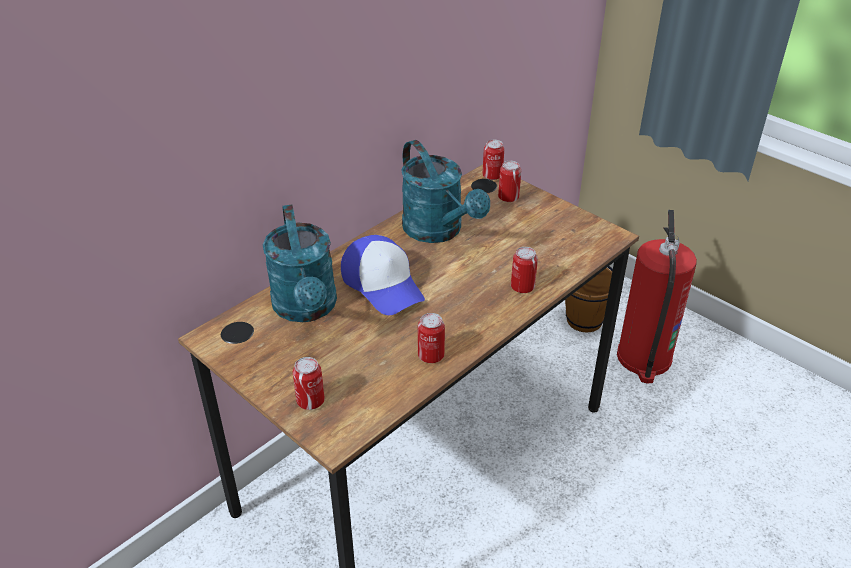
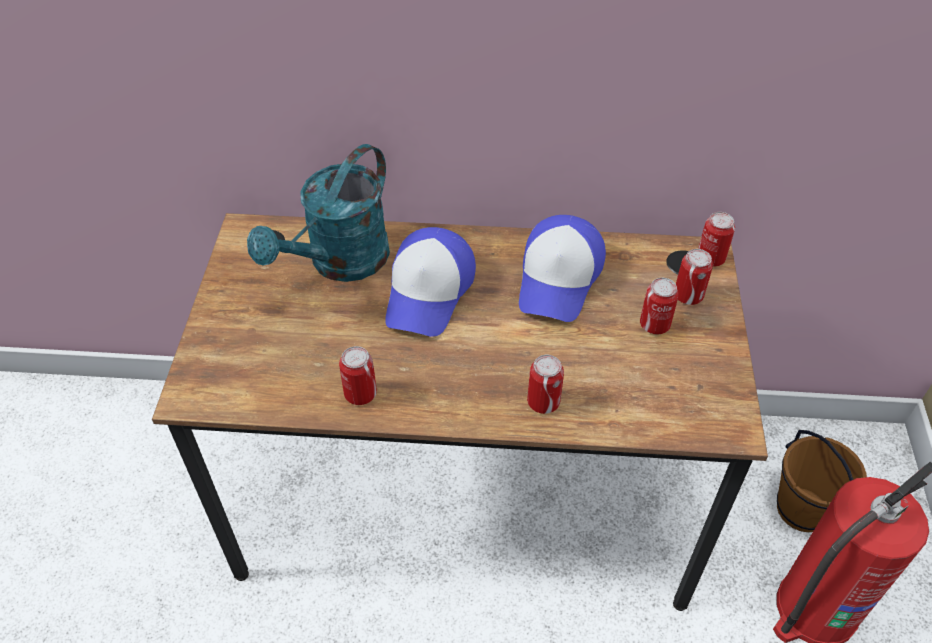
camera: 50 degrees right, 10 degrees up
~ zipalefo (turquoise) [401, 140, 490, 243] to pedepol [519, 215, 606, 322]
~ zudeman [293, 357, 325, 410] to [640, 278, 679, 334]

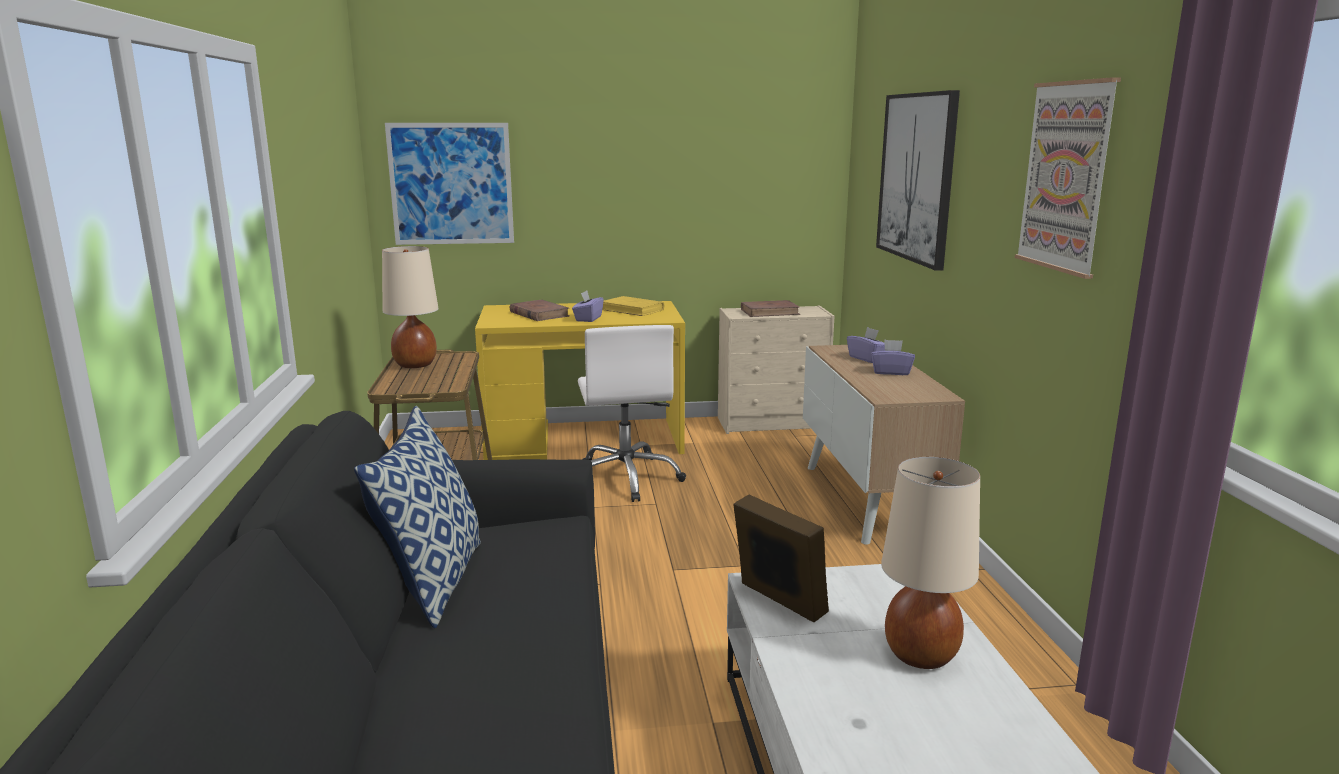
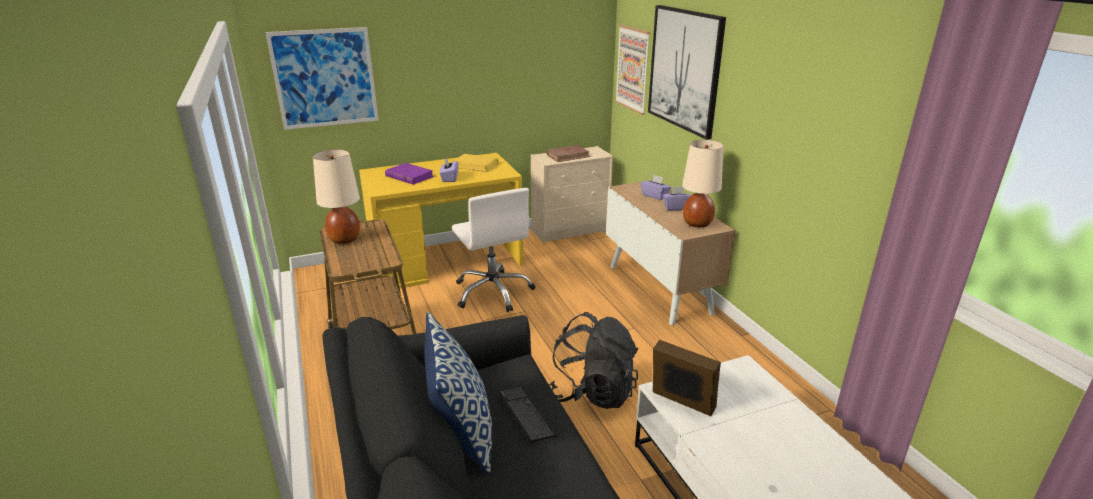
camera: 15 degrees left, 10 degrees up
~ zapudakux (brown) [510, 300, 570, 321] to zapudakux (purple) [385, 163, 434, 185]
+ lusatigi [499, 387, 558, 443]
+ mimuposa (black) [549, 312, 638, 409]
~ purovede [1015, 77, 1121, 279] to [615, 25, 651, 115]
~ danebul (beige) [881, 457, 980, 669] to [682, 140, 724, 228]

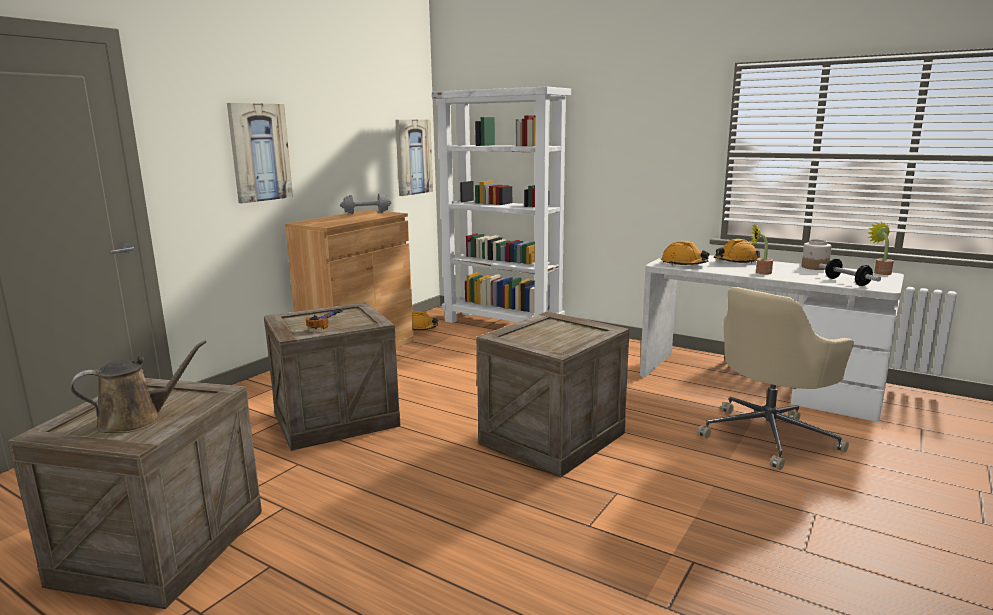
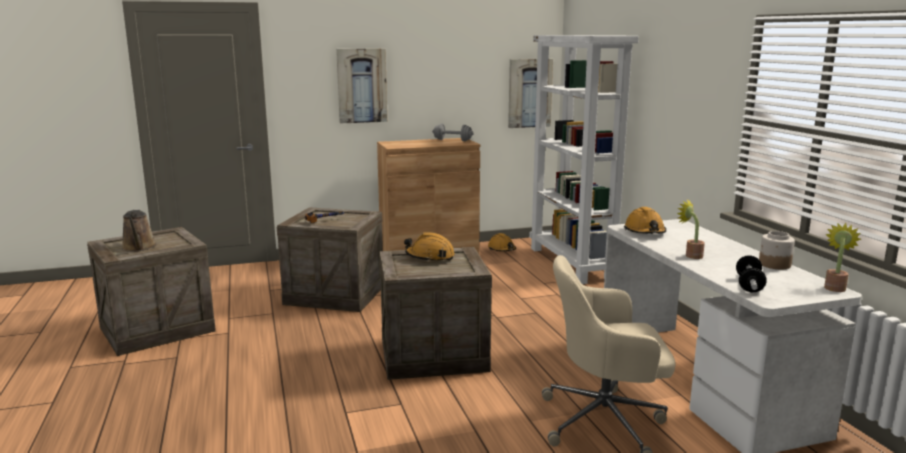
camera: 40 degrees right, 0 degrees up
~ zipalefo (brown) [71, 340, 207, 433] = [122, 209, 157, 252] 60 degrees clockwise
~ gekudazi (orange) [714, 239, 760, 264] to [404, 232, 455, 262]

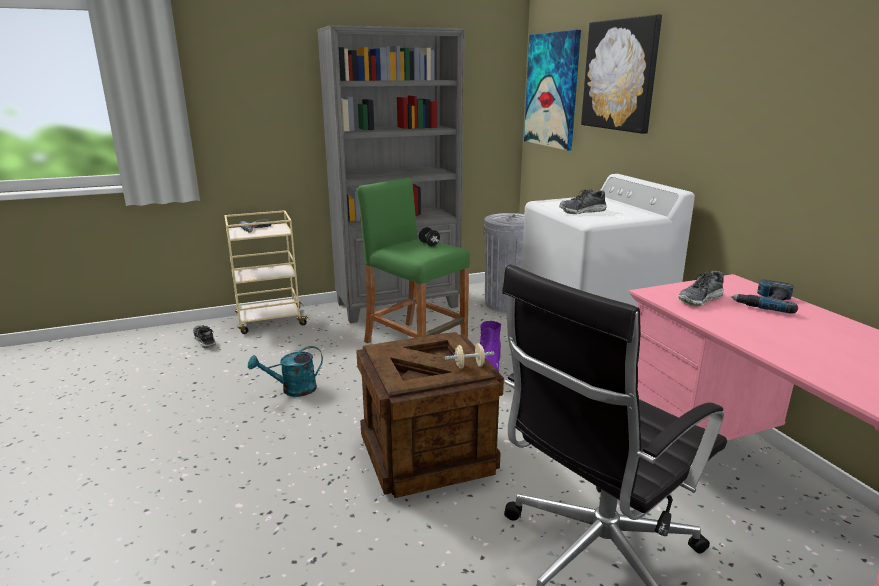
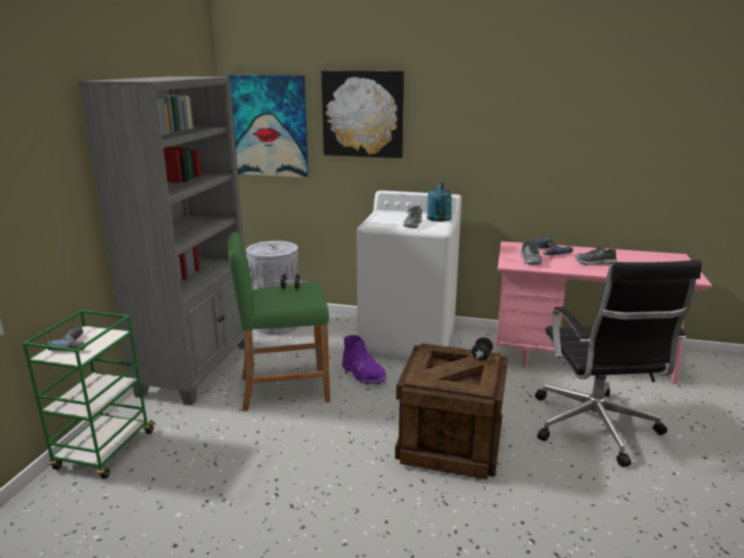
camera: 55 degrees left, 0 degrees up
~ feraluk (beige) [224, 210, 309, 334] to feraluk (green) [23, 310, 156, 479]
~ zipalefo (turquoise) [248, 346, 323, 397] to [427, 182, 452, 222]
~ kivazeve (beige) [444, 343, 495, 369] to kivazeve (black) [472, 337, 493, 361]
~ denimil [193, 325, 216, 349] to [575, 247, 617, 265]

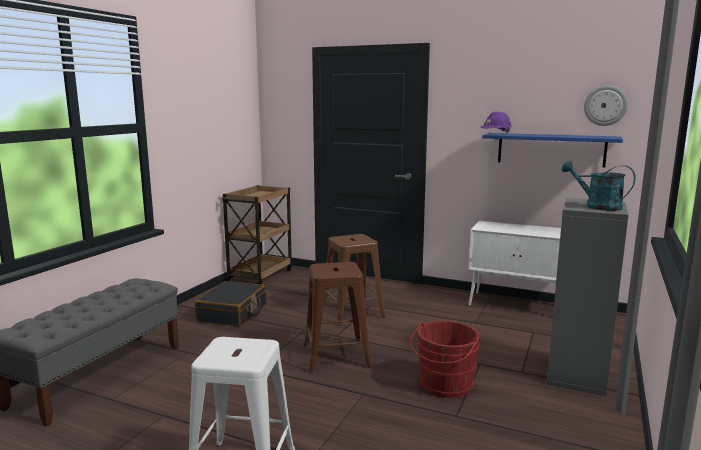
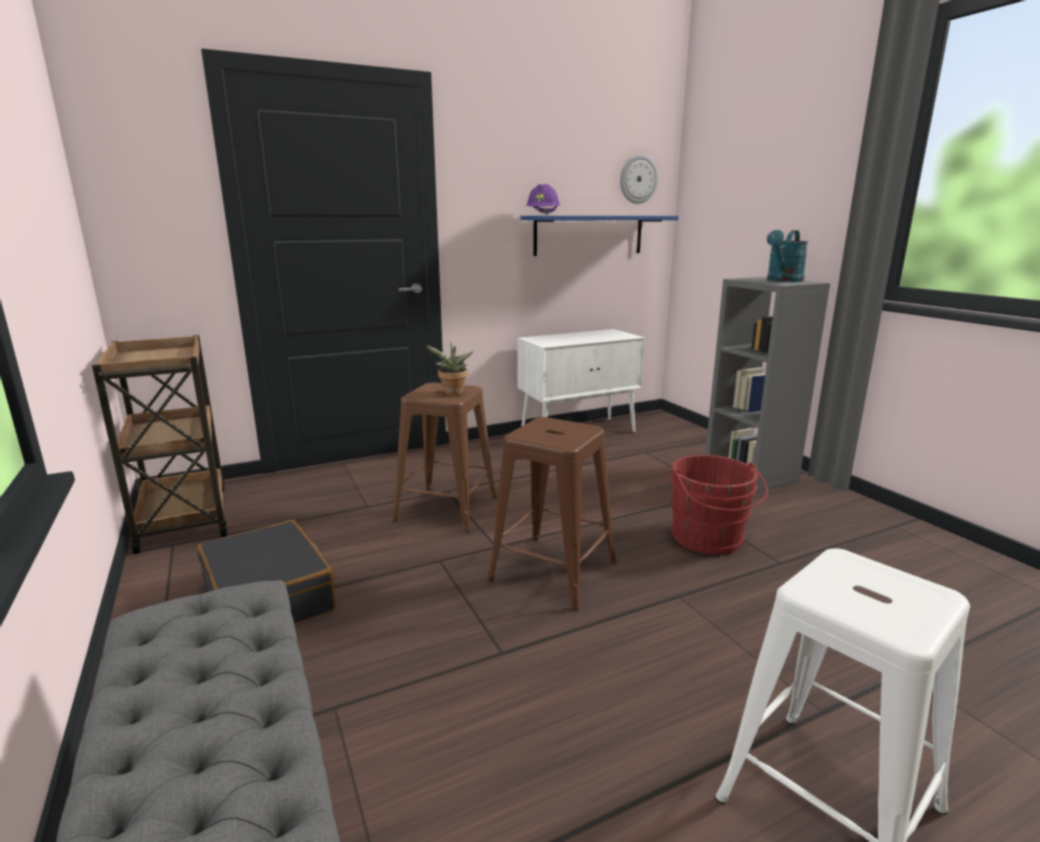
camera: 50 degrees left, 5 degrees up
+ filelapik [426, 343, 474, 395]
~ zipalefo (turquoise) [561, 160, 636, 211] = [767, 230, 808, 282] 45 degrees counterclockwise

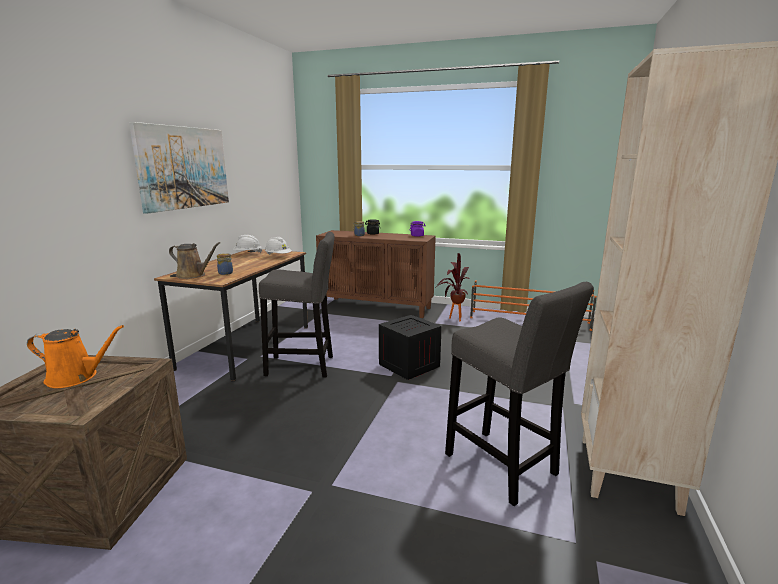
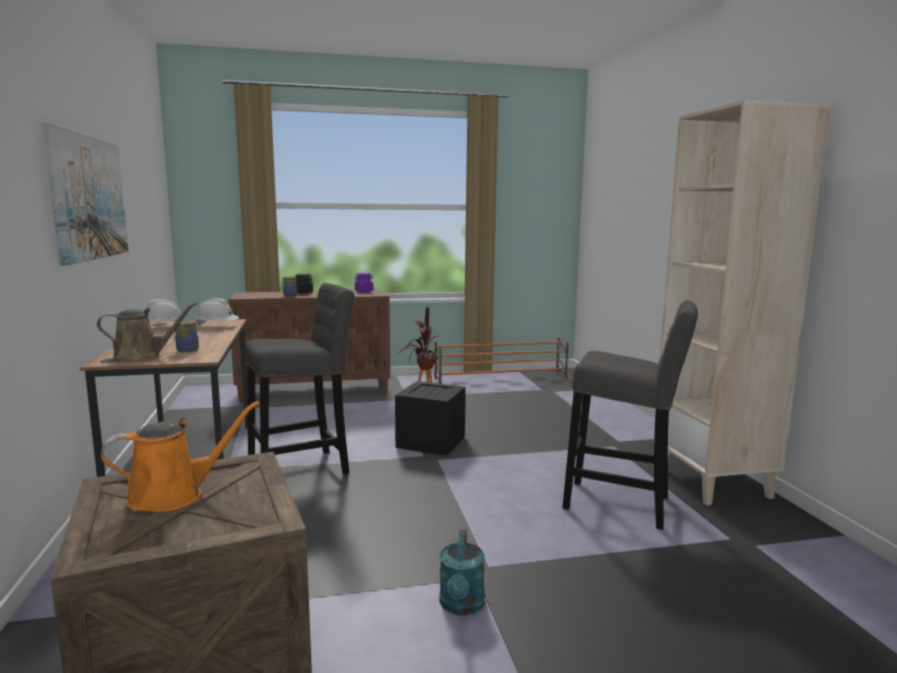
camera: 30 degrees left, 5 degrees down
+ zipalefo (turquoise) [439, 529, 485, 615]

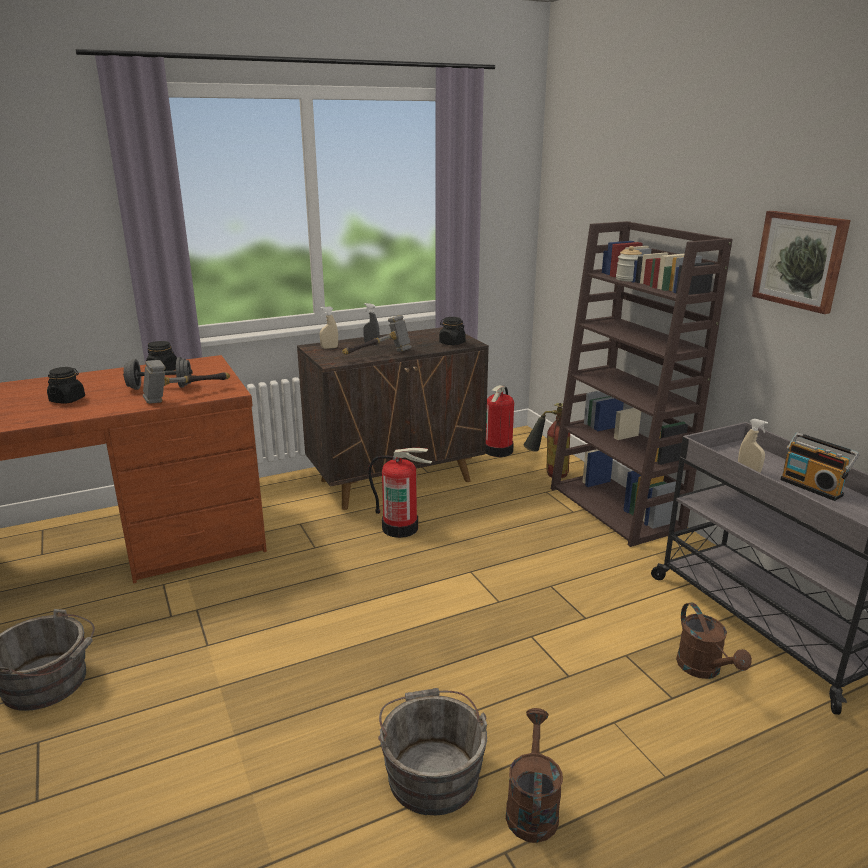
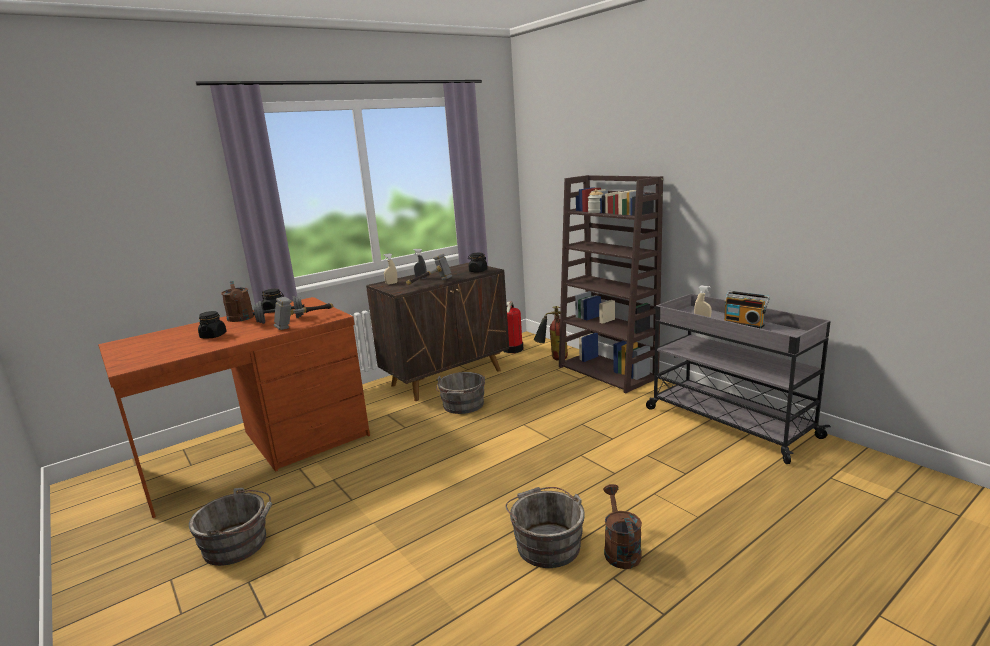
camera: 10 degrees left, 5 degrees down
~ zipalefo (brown) [676, 603, 752, 679] to [221, 281, 254, 322]
~ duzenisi [368, 448, 432, 538] to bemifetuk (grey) [436, 372, 485, 414]
- purovede [752, 211, 851, 314]

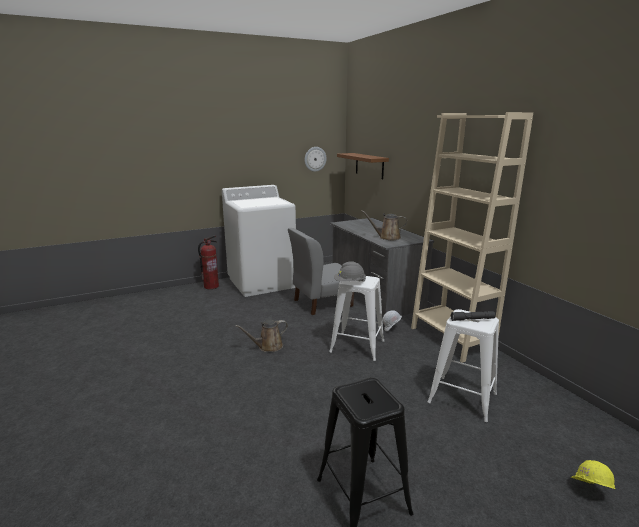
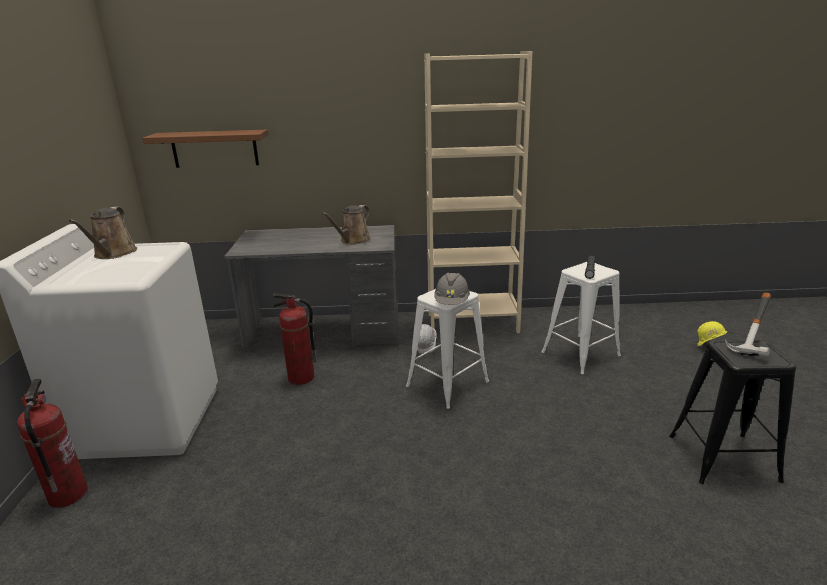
camera: 65 degrees left, 5 degrees up
~ zipalefo (brown) [235, 320, 288, 352] to [69, 207, 137, 259]
~ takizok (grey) [288, 228, 354, 315] to duzenisi [273, 293, 316, 385]
+ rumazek [725, 293, 771, 357]
- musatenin [305, 147, 327, 172]

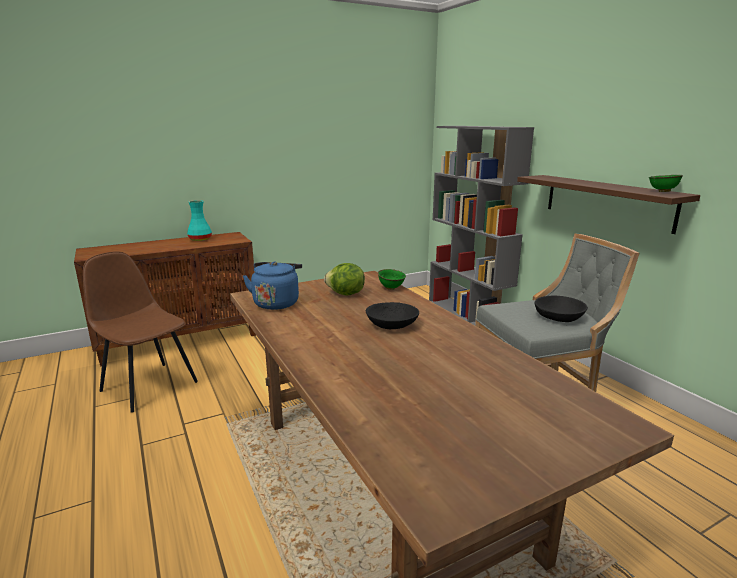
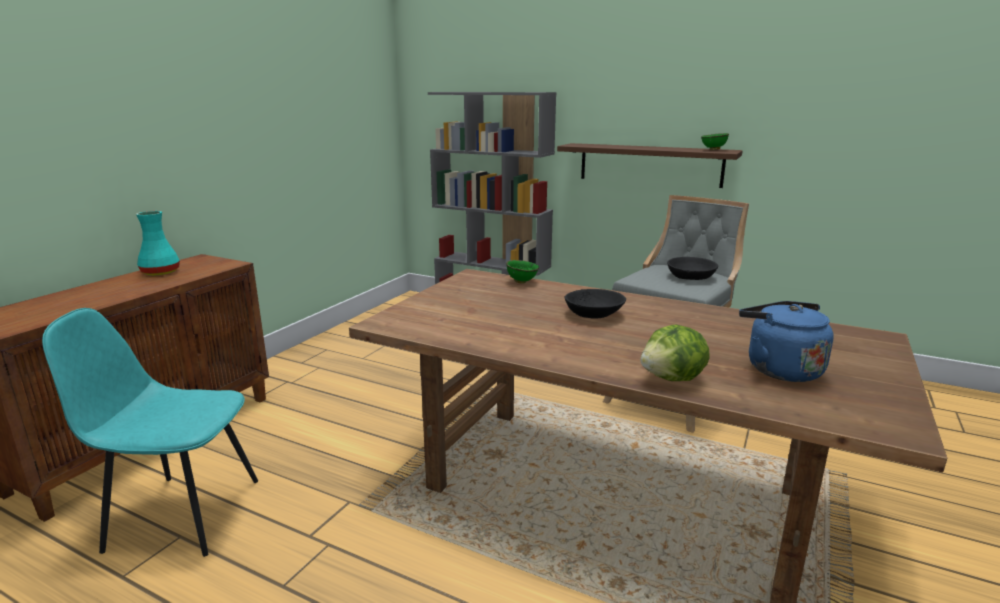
camera: 35 degrees left, 0 degrees up
~ takizok (brown) [83, 251, 198, 413] to takizok (turquoise) [42, 308, 258, 557]
~ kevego [324, 263, 365, 296] to [640, 324, 710, 381]
~ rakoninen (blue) [243, 261, 302, 310] to [739, 301, 834, 382]

